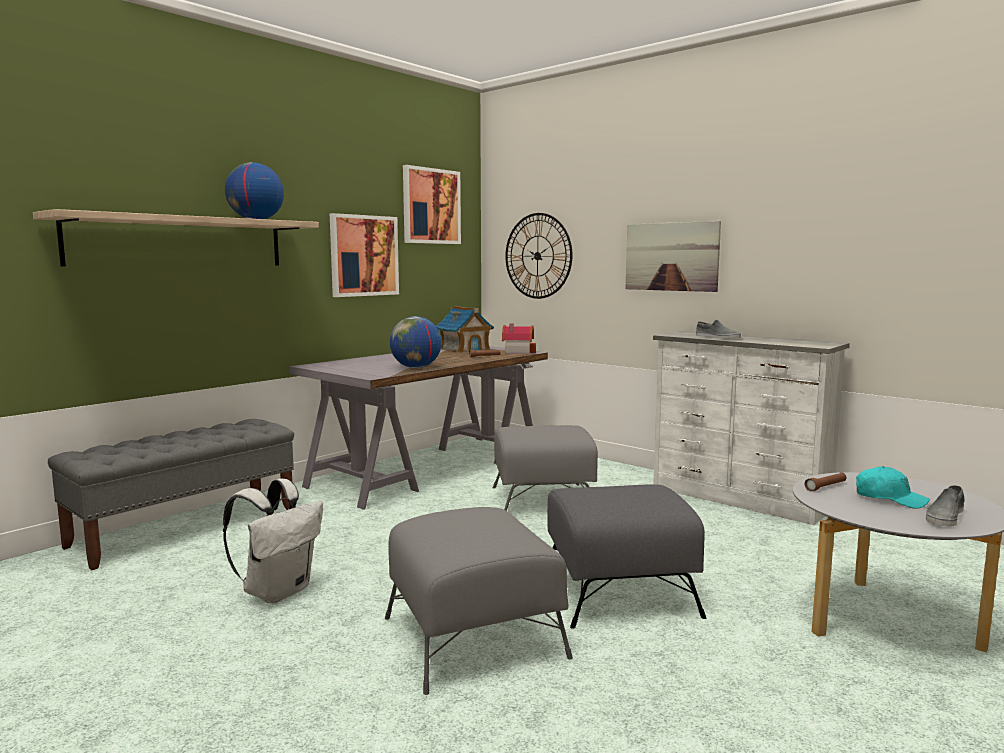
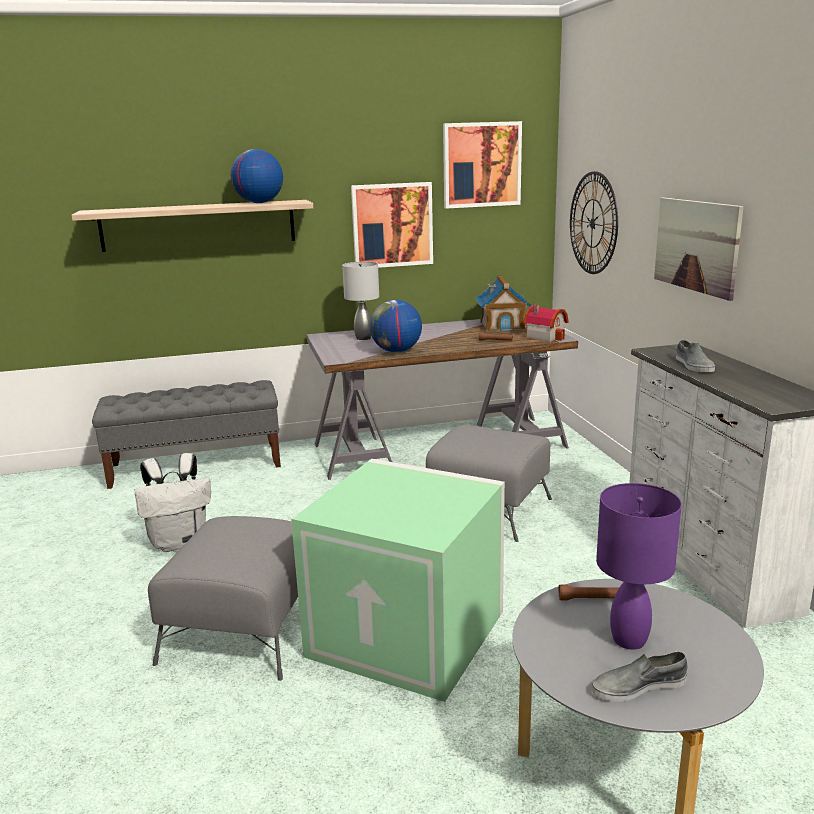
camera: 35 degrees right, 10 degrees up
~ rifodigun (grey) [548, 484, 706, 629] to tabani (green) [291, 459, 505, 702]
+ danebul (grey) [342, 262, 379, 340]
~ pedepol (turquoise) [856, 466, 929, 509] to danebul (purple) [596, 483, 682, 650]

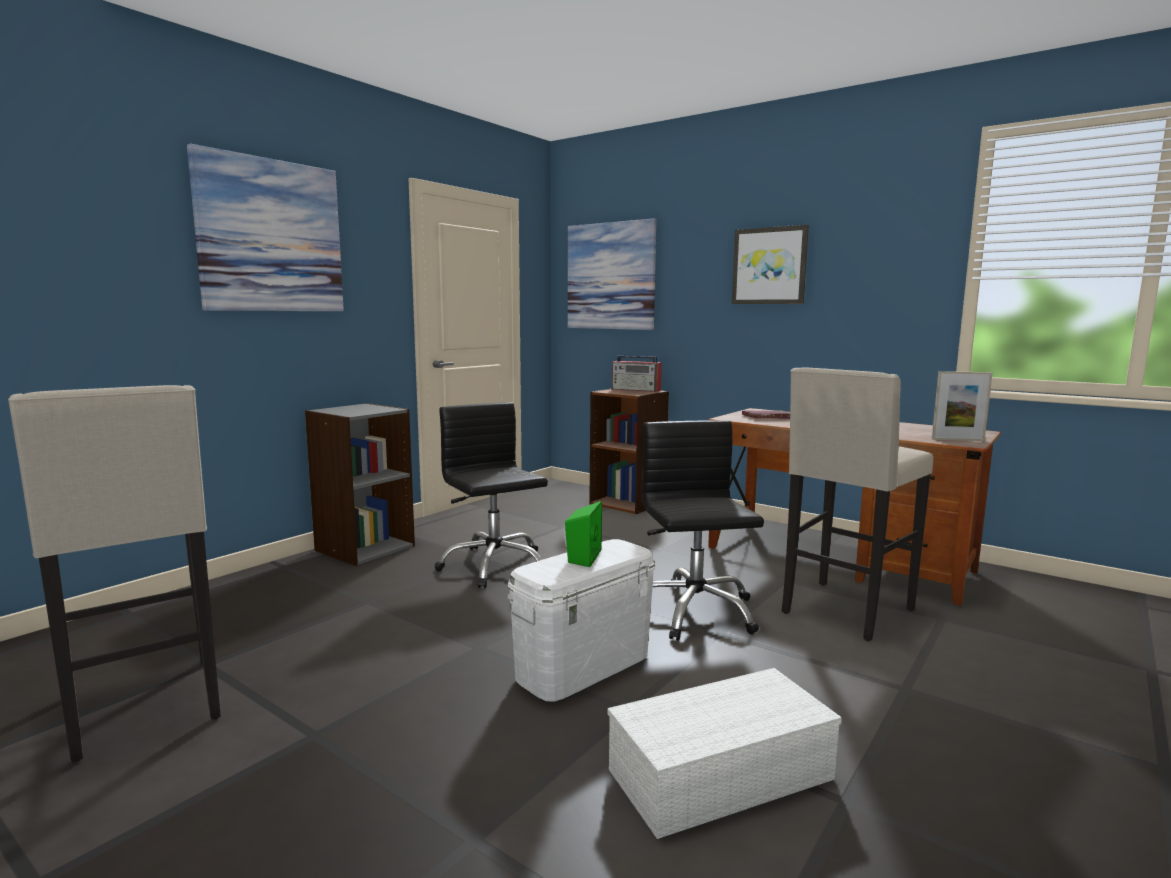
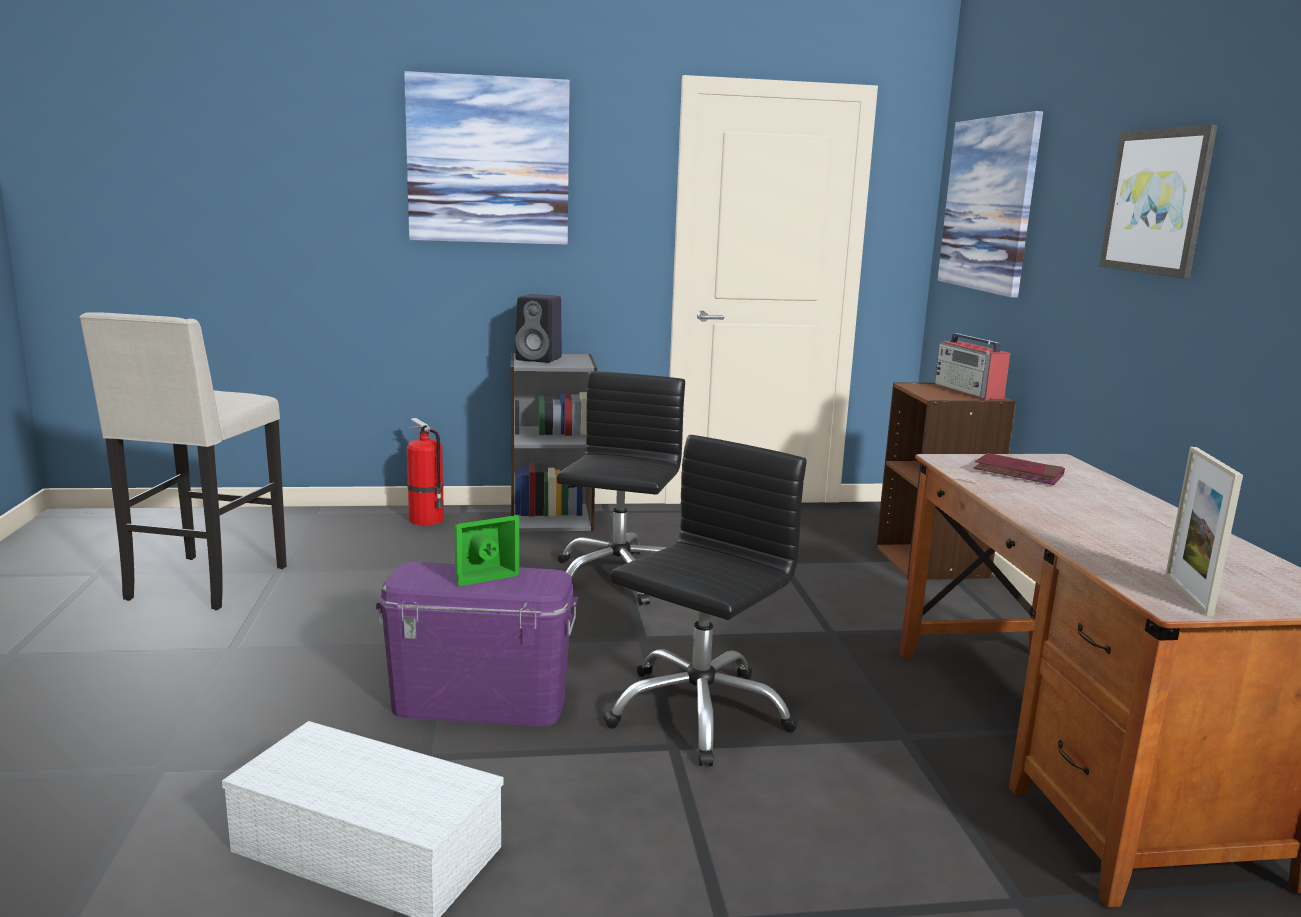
camera: 45 degrees right, 5 degrees up
~ tabani (white) [507, 539, 655, 702] to tabani (purple) [376, 562, 578, 726]
+ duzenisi [407, 418, 444, 525]
+ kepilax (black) [515, 294, 562, 363]
~ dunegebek [932, 371, 993, 441] = [1165, 447, 1243, 616] 45 degrees clockwise
- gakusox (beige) [782, 368, 933, 641]

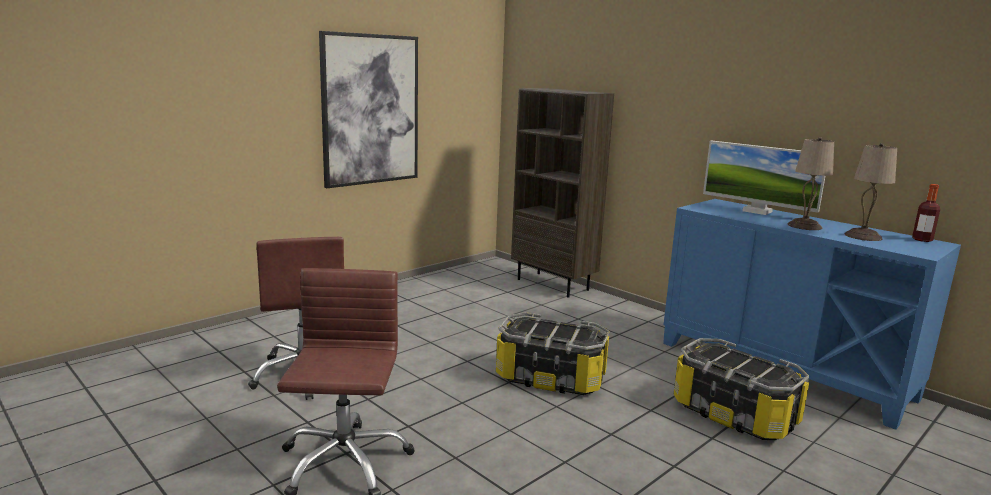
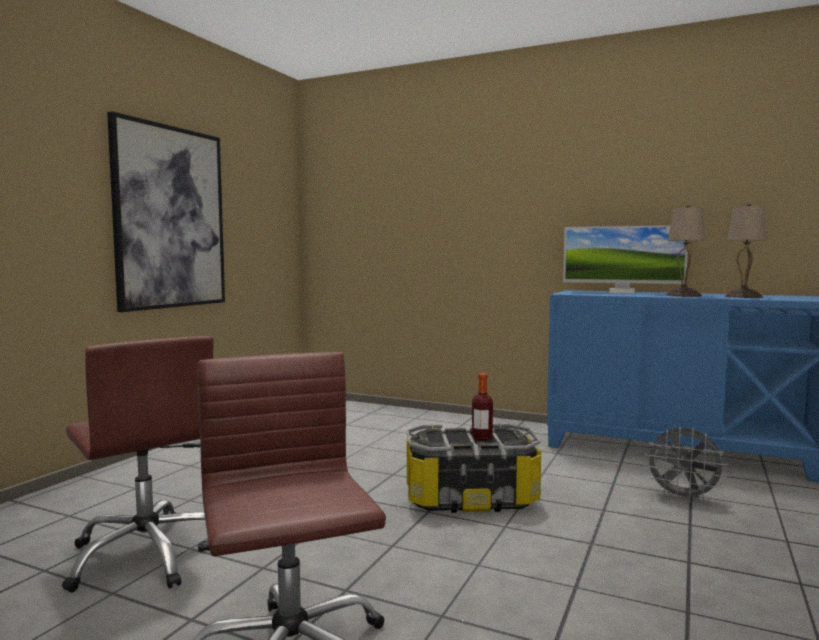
camera: 20 degrees left, 10 degrees down
~ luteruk [912, 184, 940, 242] to [472, 373, 493, 440]
~ tabani [674, 338, 809, 440] to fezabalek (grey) [644, 427, 728, 502]
- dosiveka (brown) [511, 88, 614, 298]

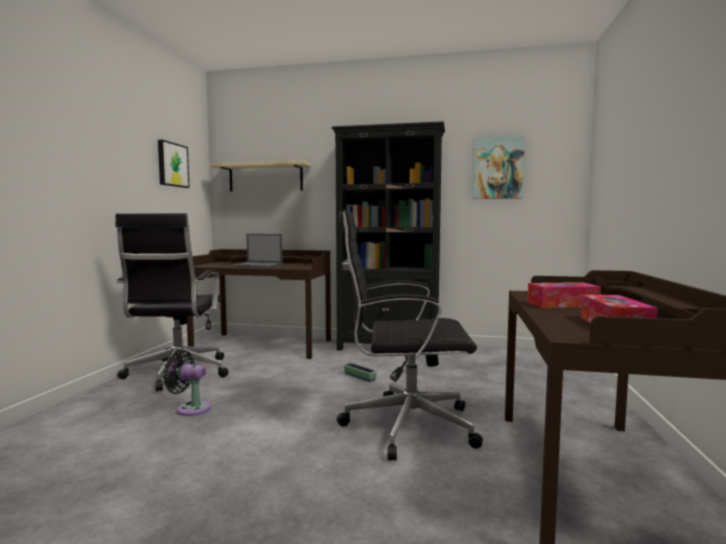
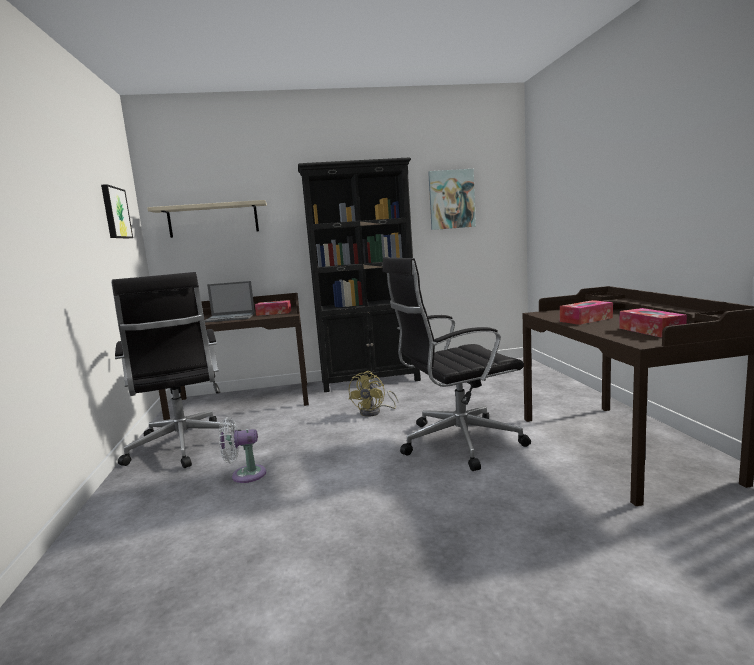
camera: 20 degrees left, 5 degrees up
~ fezabalek (black) [163, 350, 211, 416] to fezabalek (white) [219, 417, 266, 483]
+ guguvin [255, 300, 291, 316]
~ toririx [344, 363, 377, 382] to fezabalek (yellow) [349, 371, 398, 417]

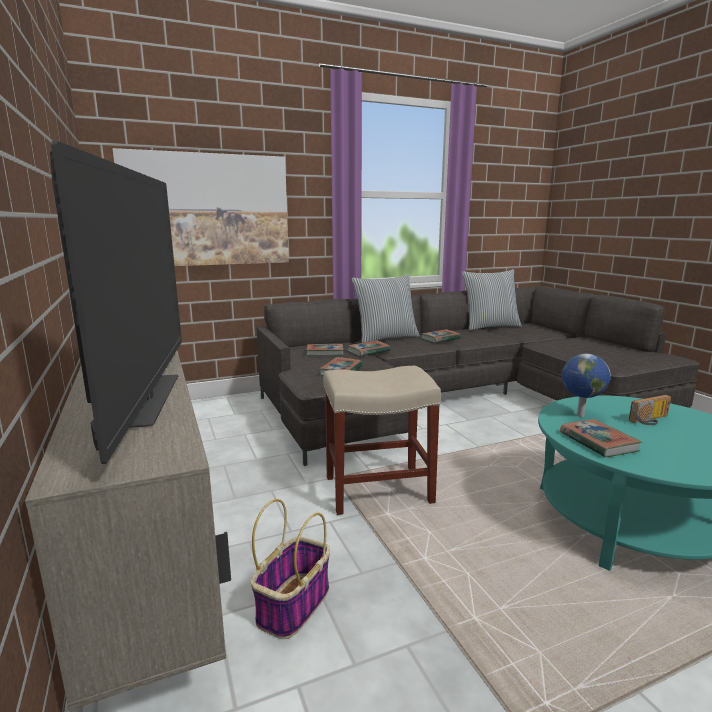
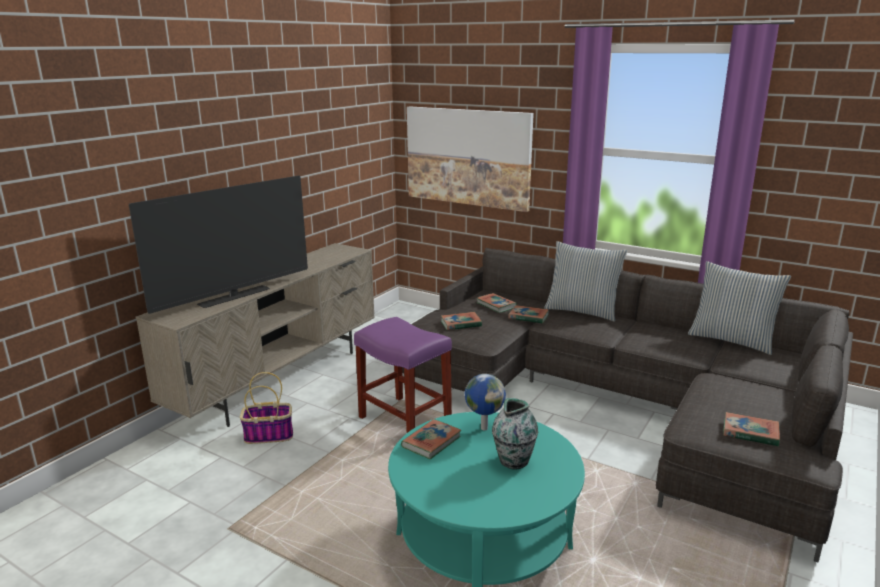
camera: 55 degrees right, 5 degrees up
~ gakusox (beige) [323, 366, 441, 515] to gakusox (purple) [354, 317, 452, 433]
~ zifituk [629, 395, 671, 425] to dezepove [492, 398, 538, 470]
~ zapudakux [421, 329, 461, 343] to [723, 412, 780, 446]

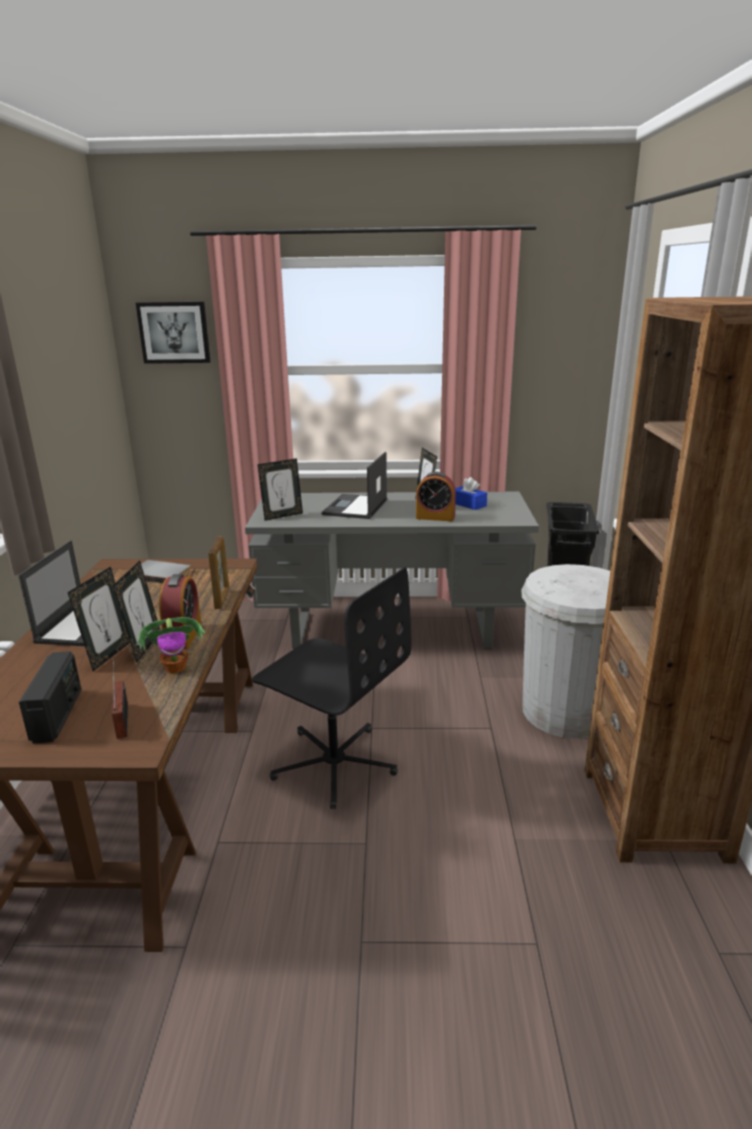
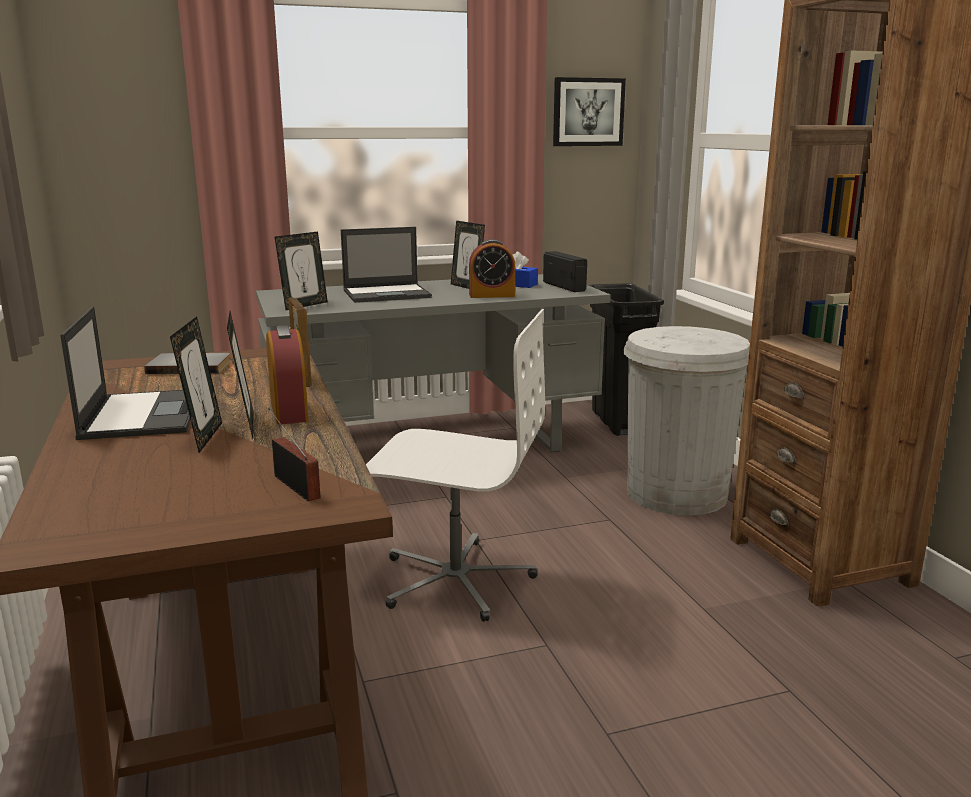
camera: 20 degrees left, 5 degrees down
~ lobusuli [321, 452, 387, 519] = [341, 227, 432, 303] 105 degrees counterclockwise
~ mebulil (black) [252, 567, 411, 809] to mebulil (white) [366, 309, 545, 622]
~ zifituk [19, 651, 81, 743] to [543, 251, 587, 292]
~ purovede [136, 302, 210, 364] to [553, 77, 626, 146]
- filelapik [136, 617, 206, 674]

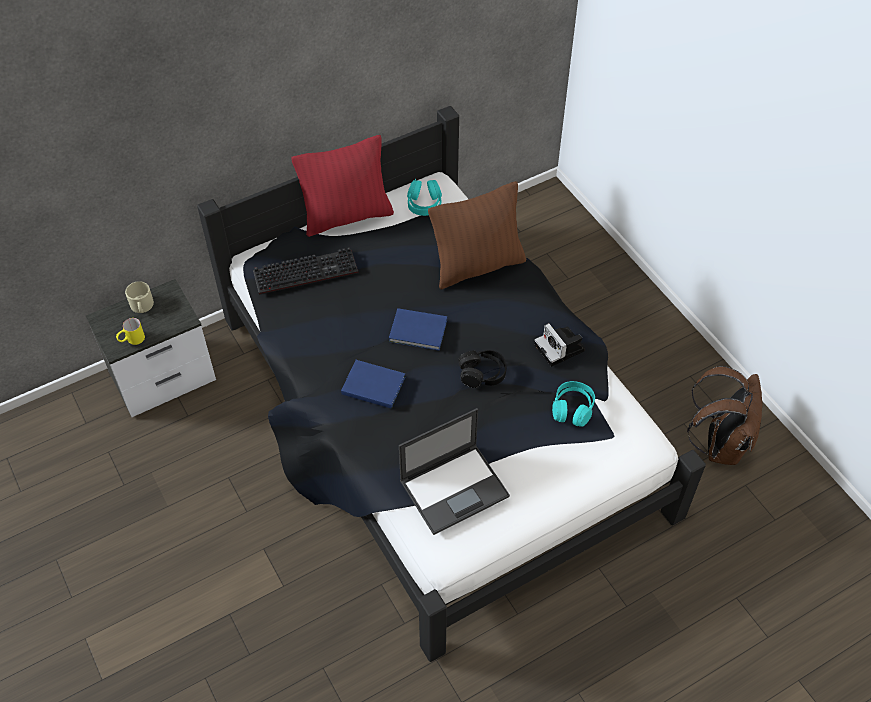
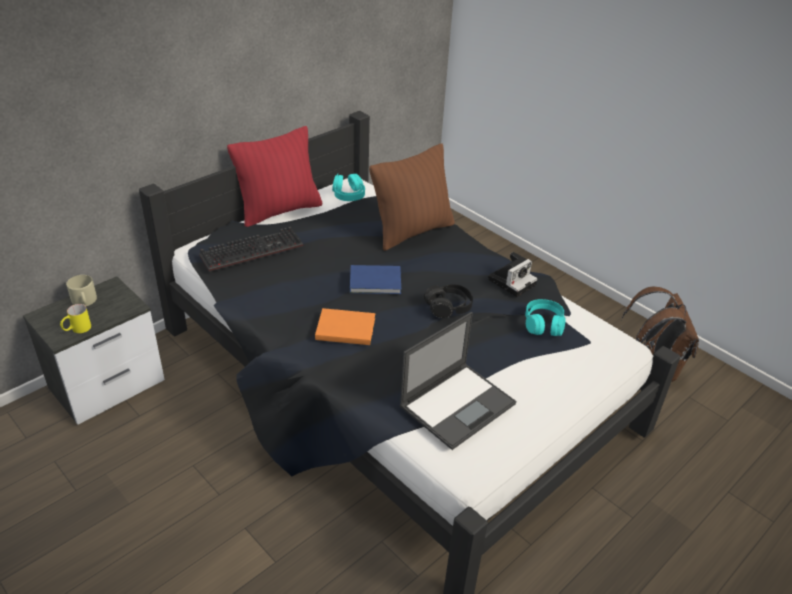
camera: 15 degrees left, 15 degrees down
~ zapudakux (blue) [341, 360, 405, 409] to zapudakux (orange) [315, 308, 375, 345]
~ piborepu [534, 323, 585, 367] = [488, 252, 538, 297] 90 degrees counterclockwise

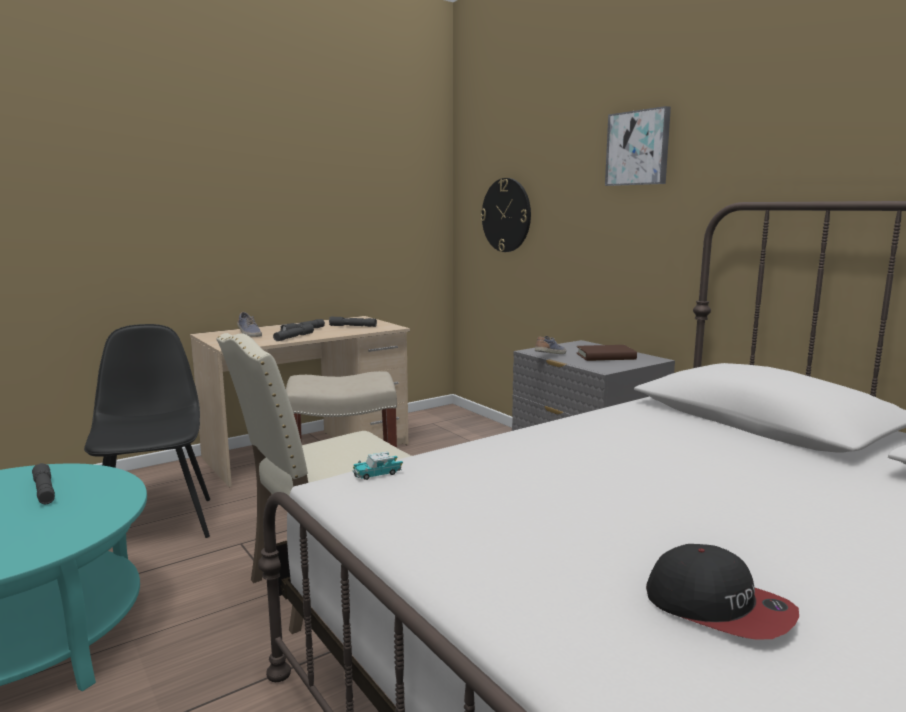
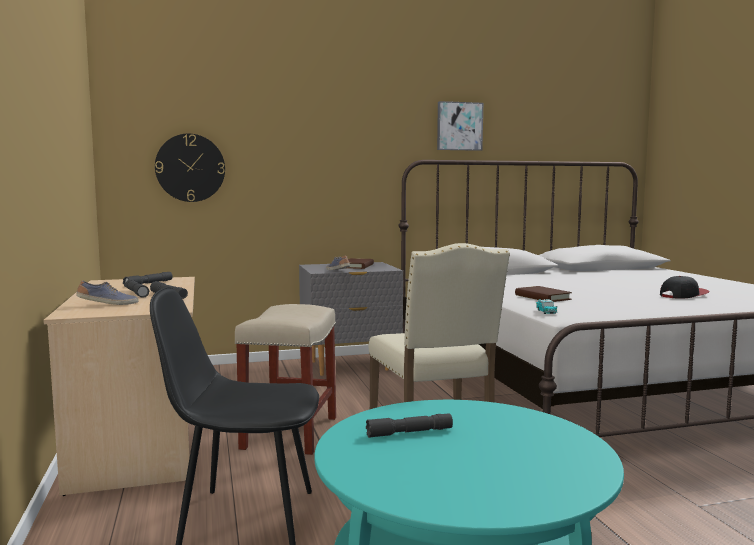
camera: 70 degrees left, 5 degrees down
~ purovede [605, 106, 671, 186] to [437, 101, 483, 151]
+ zapudakux (brown) [515, 286, 572, 302]

